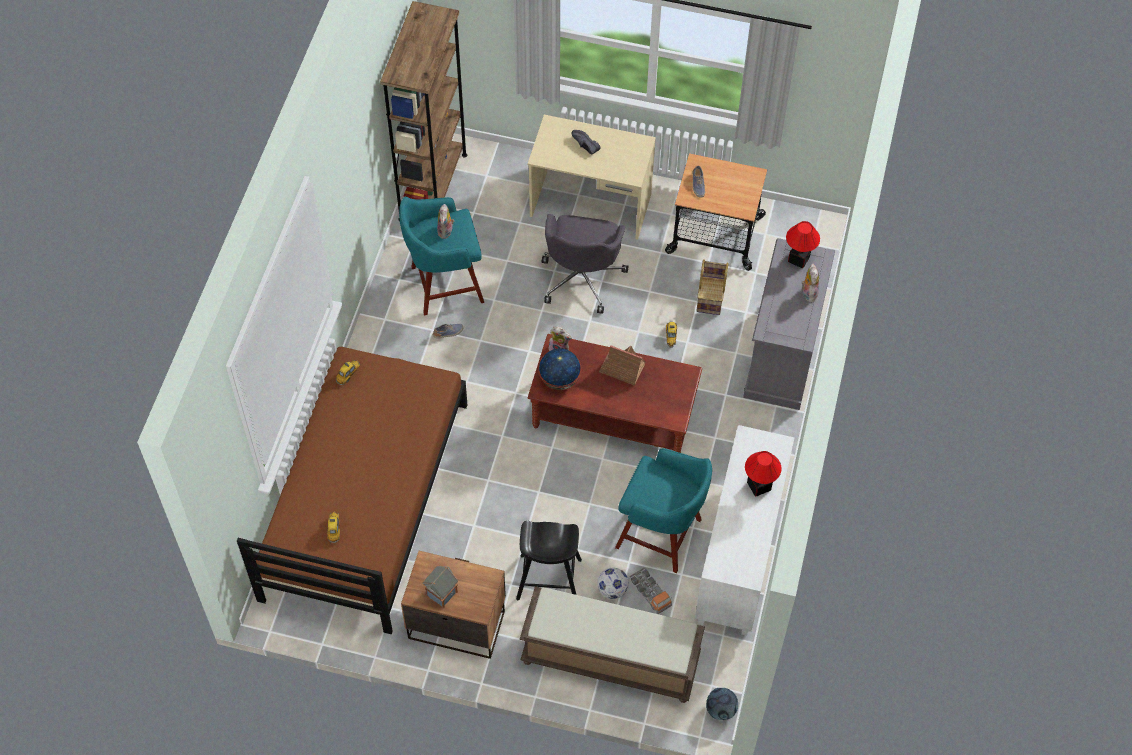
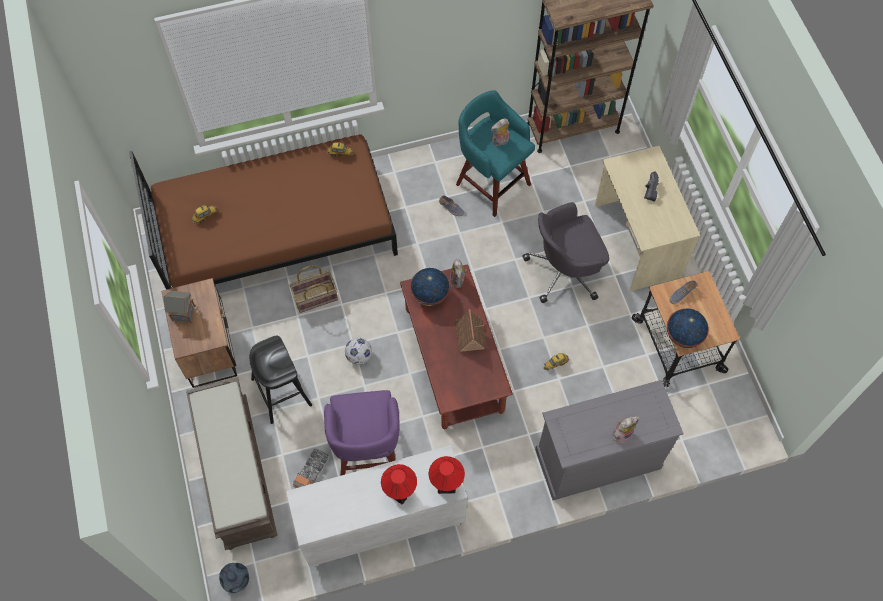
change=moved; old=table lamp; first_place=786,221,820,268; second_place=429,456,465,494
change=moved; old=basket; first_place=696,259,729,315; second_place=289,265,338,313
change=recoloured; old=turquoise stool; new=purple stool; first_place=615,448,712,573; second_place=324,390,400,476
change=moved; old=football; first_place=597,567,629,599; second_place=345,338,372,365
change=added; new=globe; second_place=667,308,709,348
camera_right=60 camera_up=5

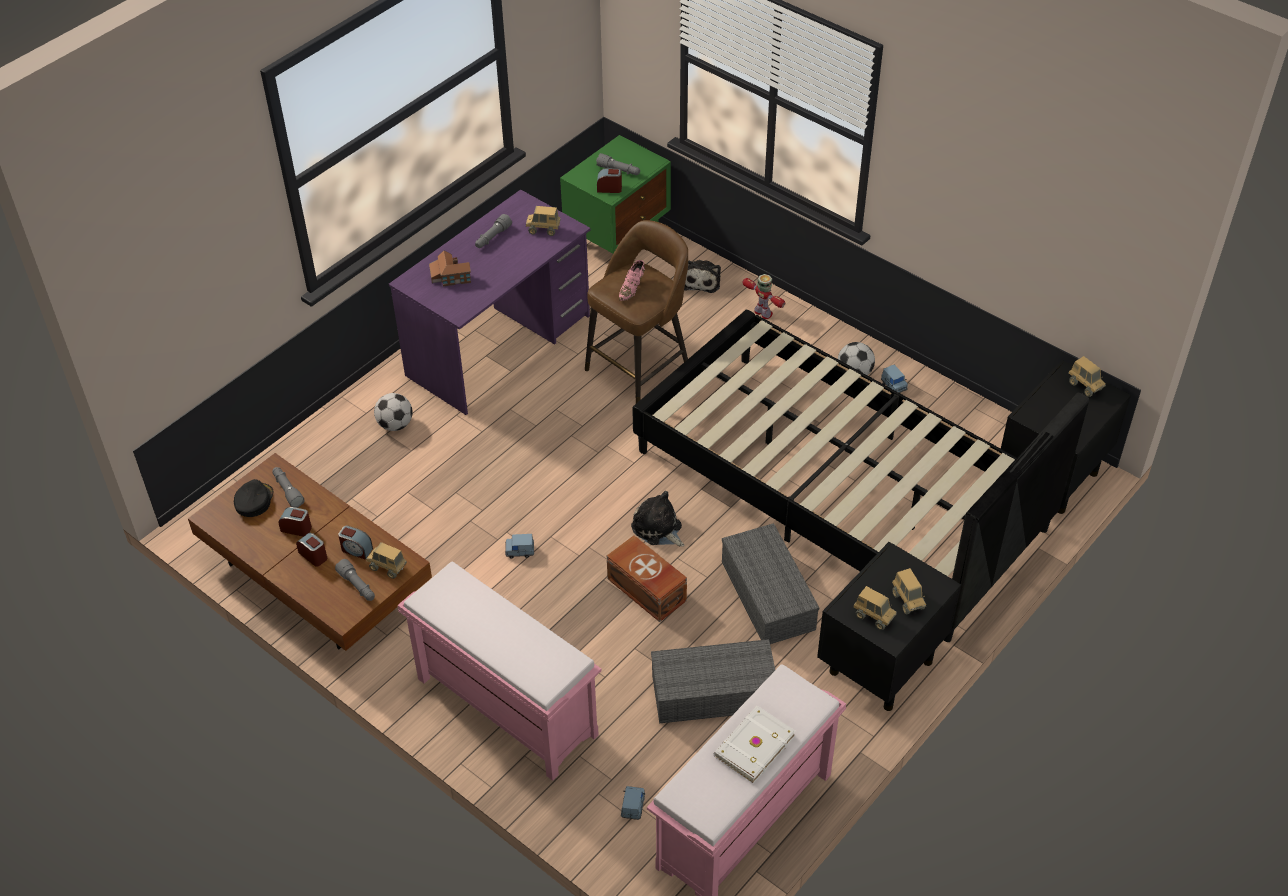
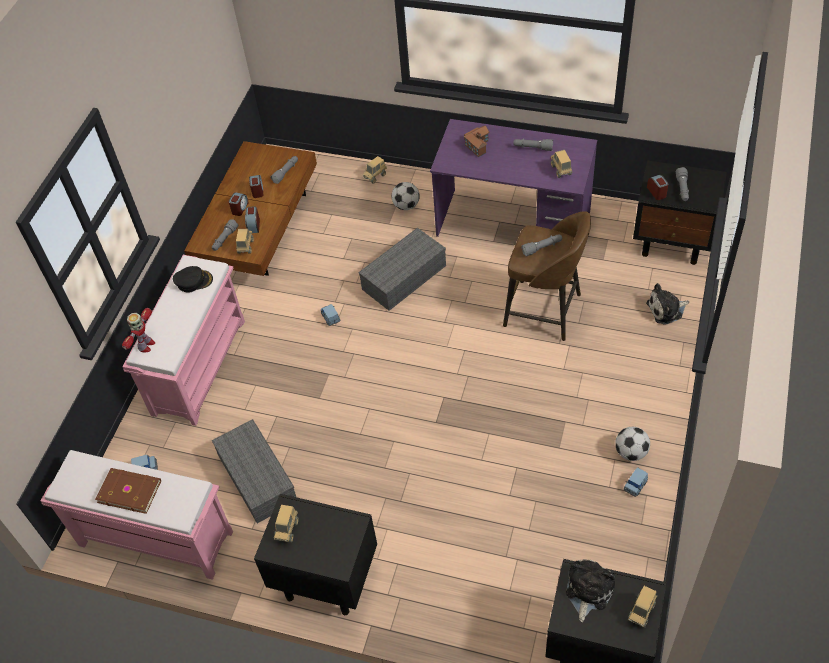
change=recoloured; old=green nightstand; new=black nightstand; first_place=560,135,671,254; second_place=633,160,727,265
change=replaced; old=pink shoe; new=grey flashlight; first_place=619,260,645,301; second_place=521,234,562,256
change=moved; old=toy robot; first_place=742,274,785,319; second_place=122,308,155,353
change=removed; old=black bed; first_place=632,310,1089,642
change=moved; old=black cap; first_place=234,479,273,517; second_place=173,266,213,293
change=moved; old=plush toy; first_place=631,491,684,547; second_place=566,559,615,622
change=moved; old=grey storage box; first_place=722,523,819,644; second_place=358,228,446,311
change=removed; old=brown storage box; first_place=607,535,687,622
change=moved; old=toy truck; first_place=892,568,926,614; second_place=363,156,387,184
change=recoloured; old=white book; new=brown book; first_place=714,706,796,784; second_place=95,468,161,514
camera_right=70 camera_up=5

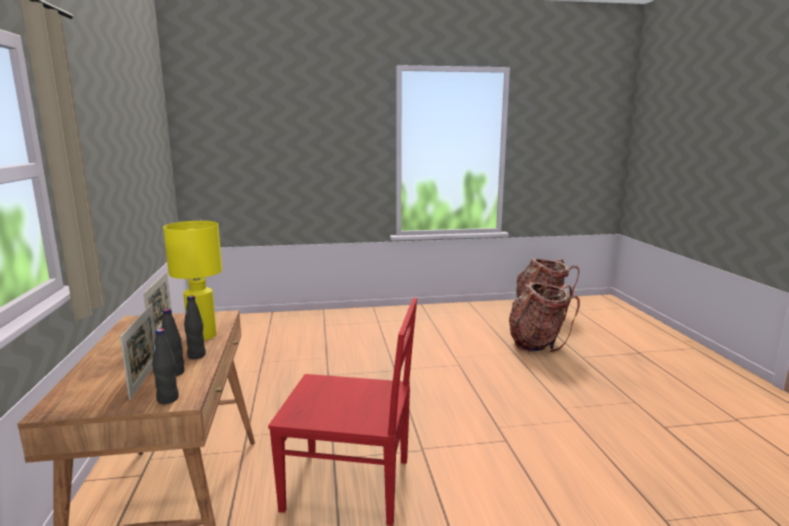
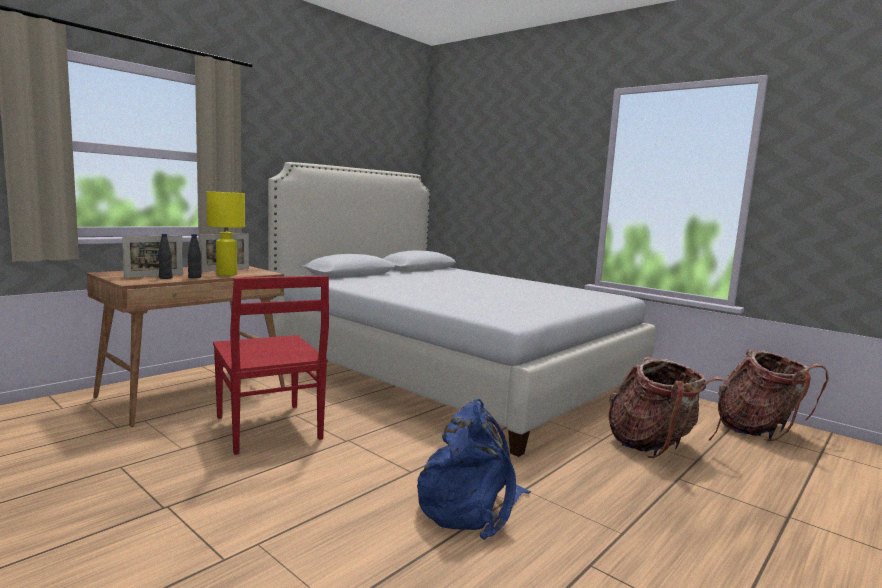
change=removed; old=black bottle; first_place=152,329,179,404
change=added; new=white bed; second_place=268,162,655,457
change=added; new=blue backpack; second_place=417,399,531,540
camera_right=50 camera_up=-5

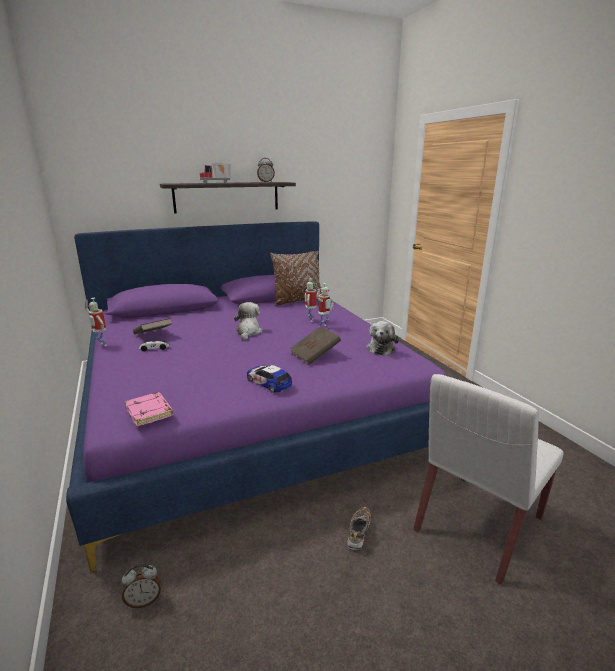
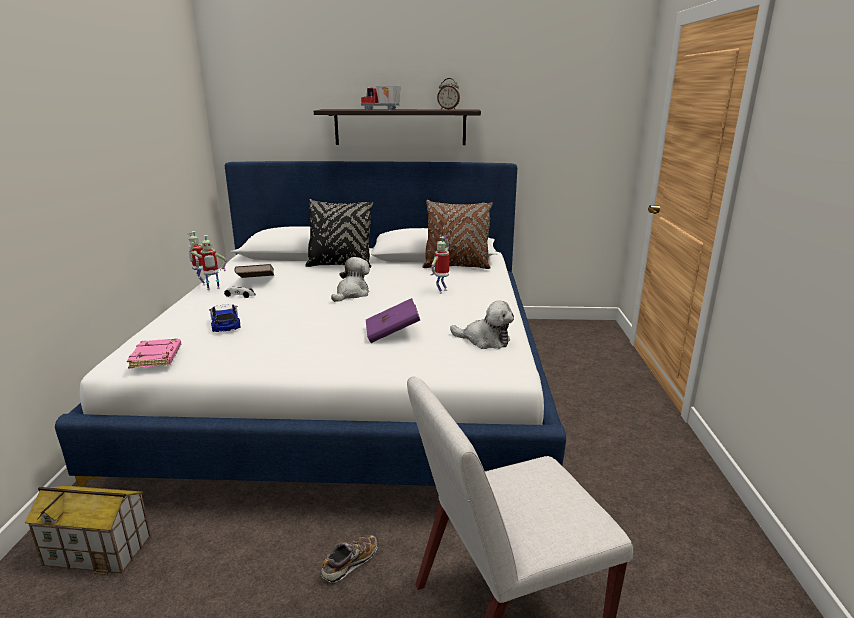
change=recoloured; old=purple bed; new=white bed; first_place=66,221,447,572; second_place=55,161,566,487
change=moved; old=toy robot; first_place=316,283,334,326; second_place=189,235,227,290
change=turned; old=plush toy; first_place=366,321,399,355; second_place=450,300,514,349; degrees=-105
change=recoloured; old=brown book; new=purple book; first_place=290,326,341,365; second_place=366,298,420,343
change=moved; old=toy car; first_place=247,365,292,393; second_place=209,304,241,332
change=replaced; old=alarm clock; new=toy house; first_place=122,563,161,608; second_place=25,485,151,575
change=added; new=black pillow; second_place=305,199,373,268
camera_right=25 camera_up=0

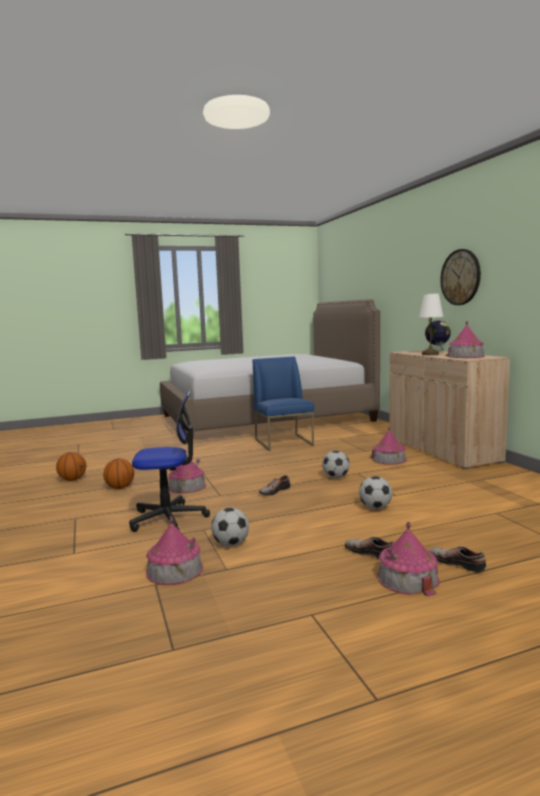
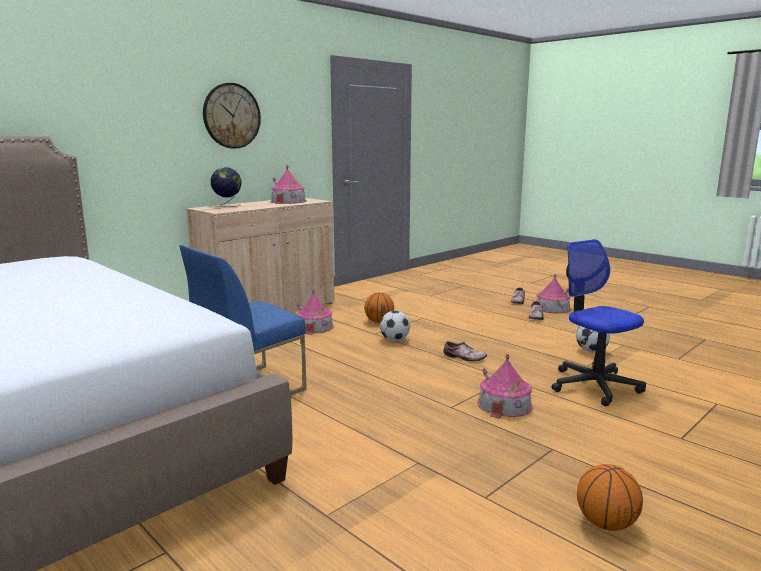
change=removed; old=white table lamp; first_place=419,294,444,355
change=moved; old=basketball; first_place=103,458,134,489; second_place=364,292,394,323
change=removed; old=football; first_place=359,476,392,509
change=removed; old=toy house; first_place=146,517,203,585
camera_right=-115 camera_up=5

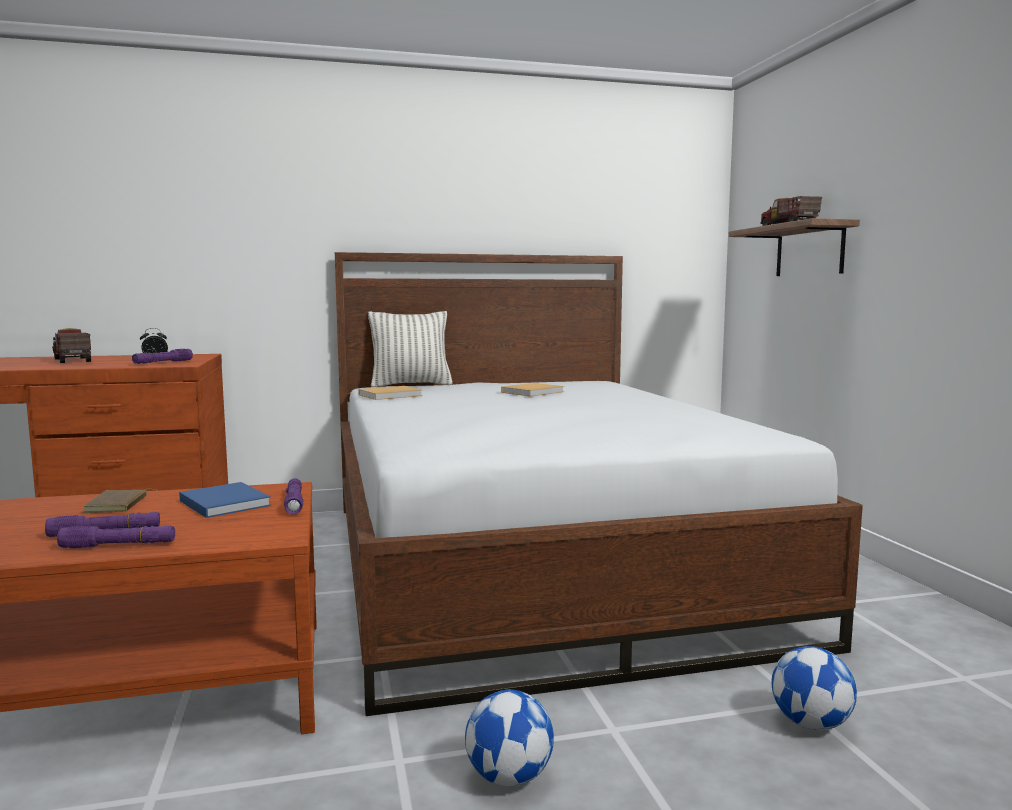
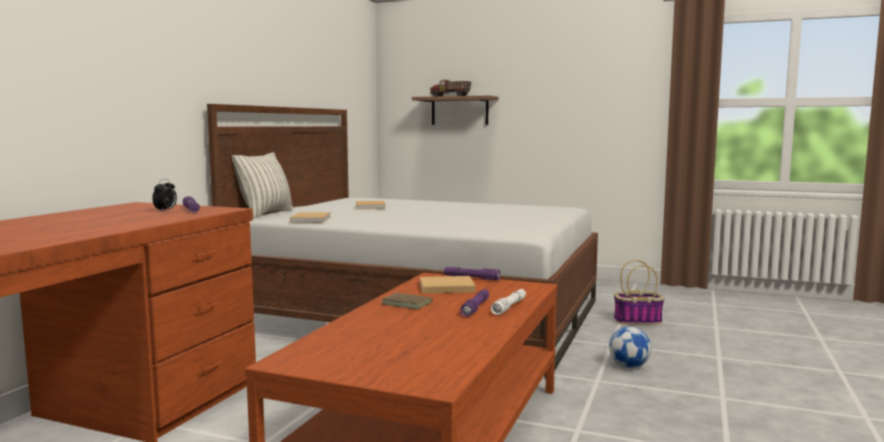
change=removed; old=toy truck; first_place=52,328,91,363
change=recoloured; old=blue book; new=beige book; first_place=179,482,271,518; second_place=420,276,476,294
change=recoloured; old=purple flashlight; new=white flashlight; first_place=57,525,175,548; second_place=491,289,526,315
change=replaced; old=football; new=basket; first_place=772,646,857,730; second_place=614,260,664,325
camera_right=-55 camera_up=0

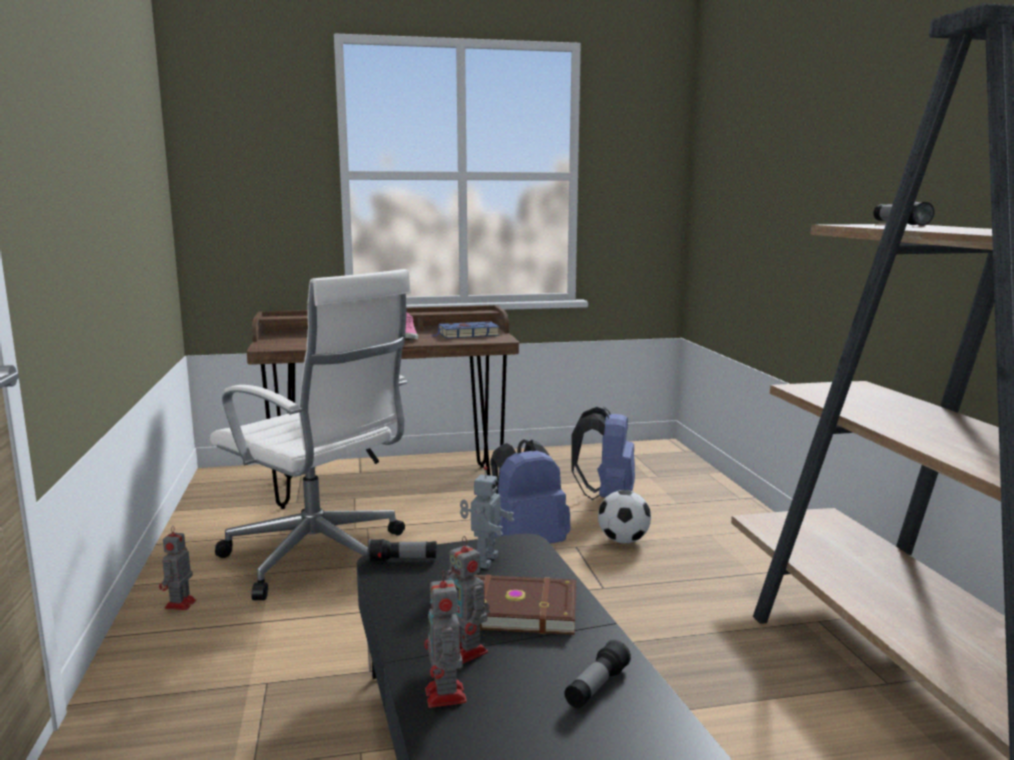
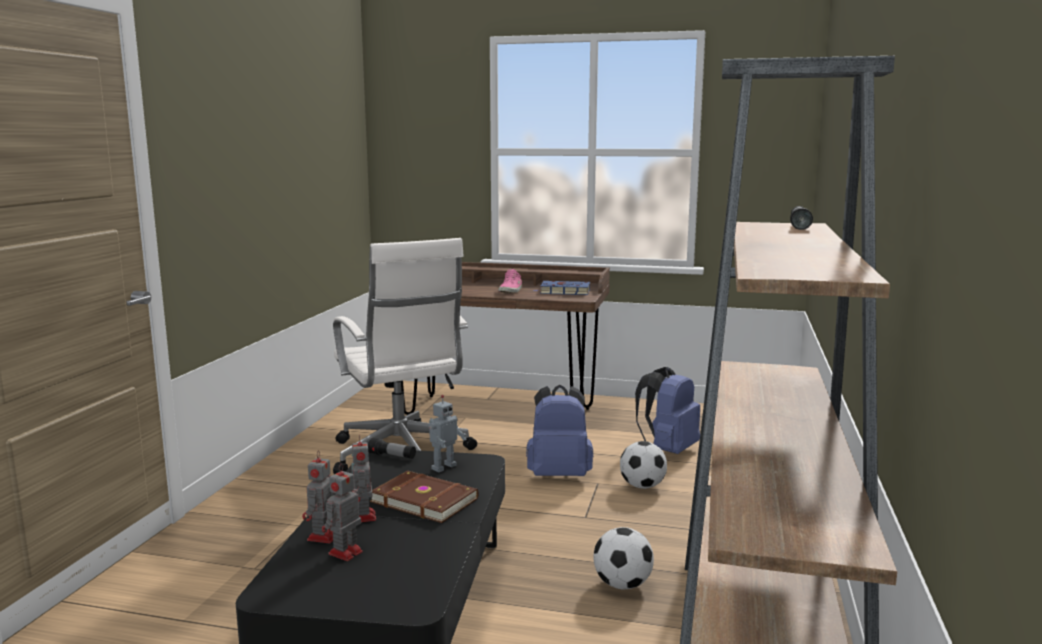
change=moved; old=toy robot; first_place=159,526,196,610; second_place=322,464,363,561
change=removed; old=flashlight; first_place=564,640,631,708
change=added; new=football; second_place=594,527,654,589
camera_right=25 camera_up=0

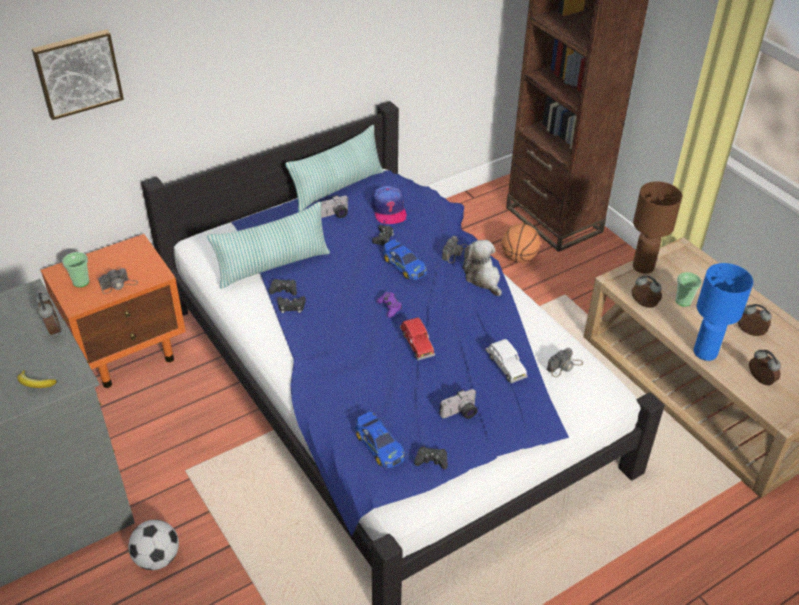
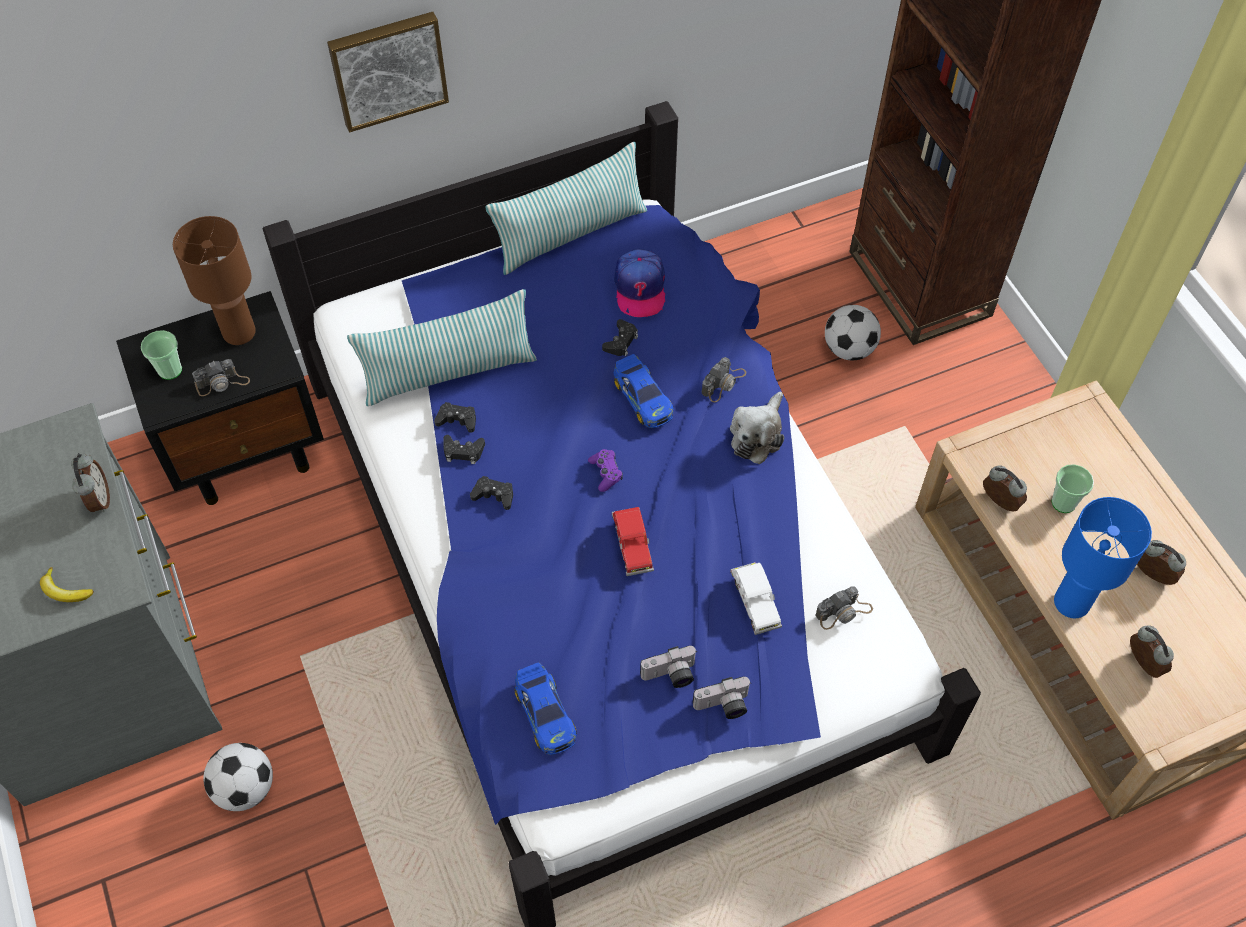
change=moved; old=picture; first_place=32,29,124,120; second_place=327,12,449,133
change=moved; old=brown table lamp; first_place=633,181,682,274; second_place=173,216,256,345
change=moved; old=photo camera; first_place=321,195,348,218; second_place=693,676,751,719
change=replaced; old=basketball; new=football; first_place=501,224,541,262; second_place=825,305,881,360
change=recoloured; old=orange nightstand; new=black nightstand; first_place=41,234,186,388; second_place=116,291,324,505
change=turned; old=plush toy; first_place=463,240,502,296; second_place=730,392,784,464; degrees=-135
change=moved; old=black game controller; first_place=414,446,448,470; second_place=470,476,513,510
camera_right=10 camera_up=15

